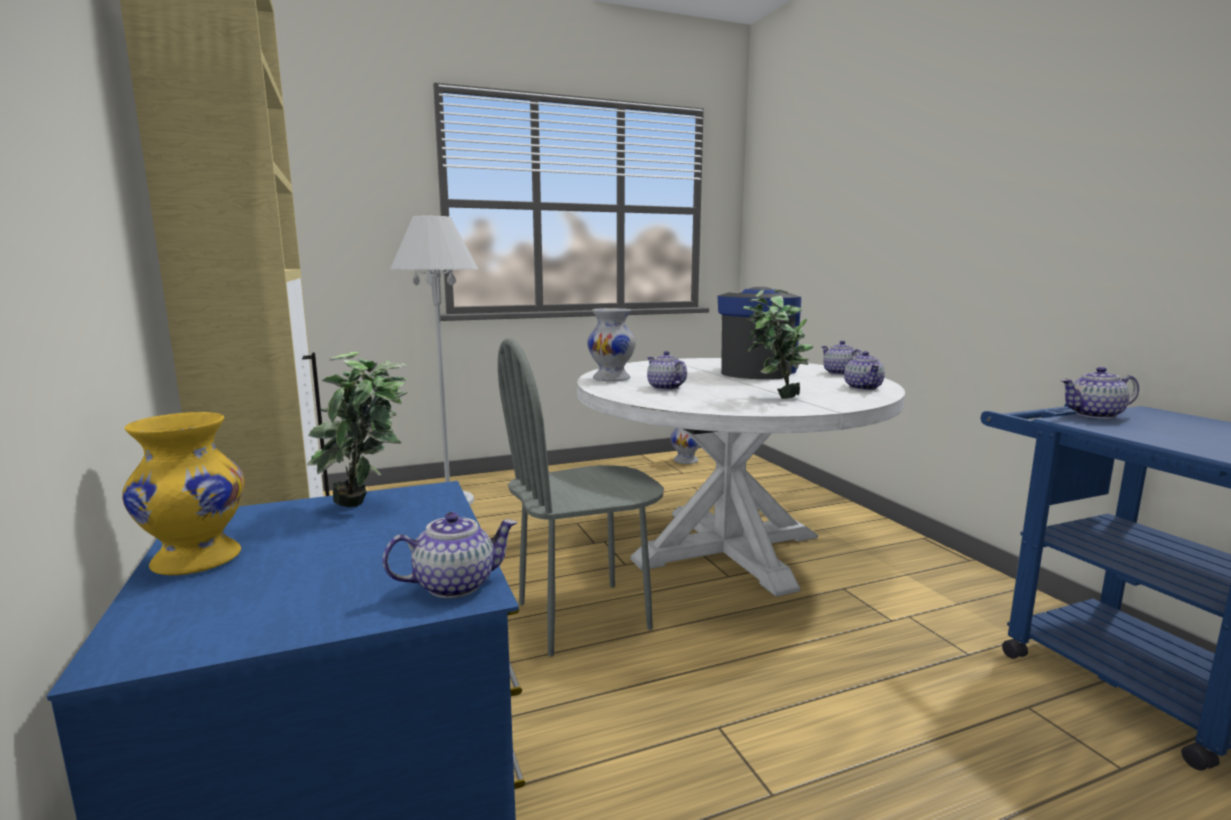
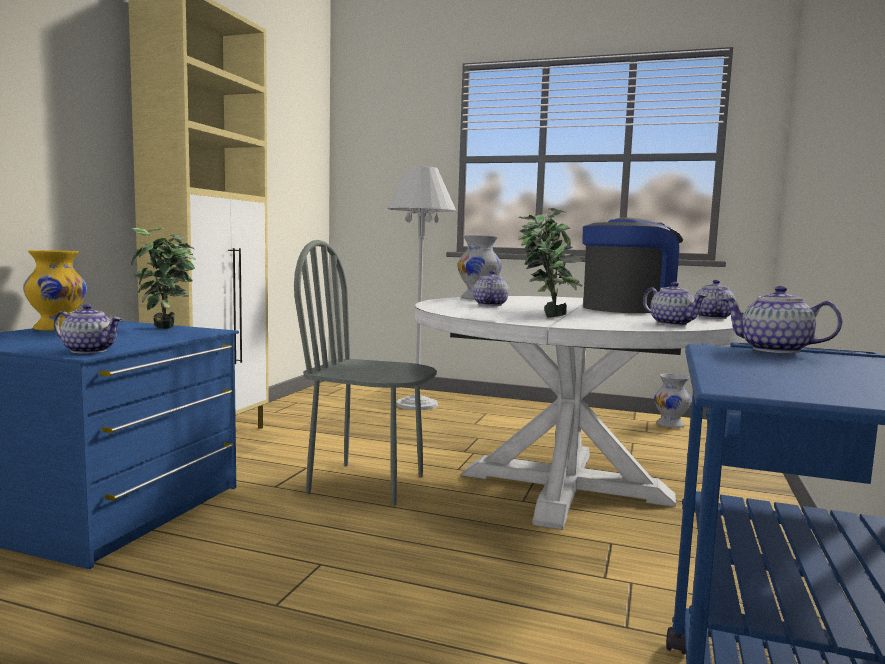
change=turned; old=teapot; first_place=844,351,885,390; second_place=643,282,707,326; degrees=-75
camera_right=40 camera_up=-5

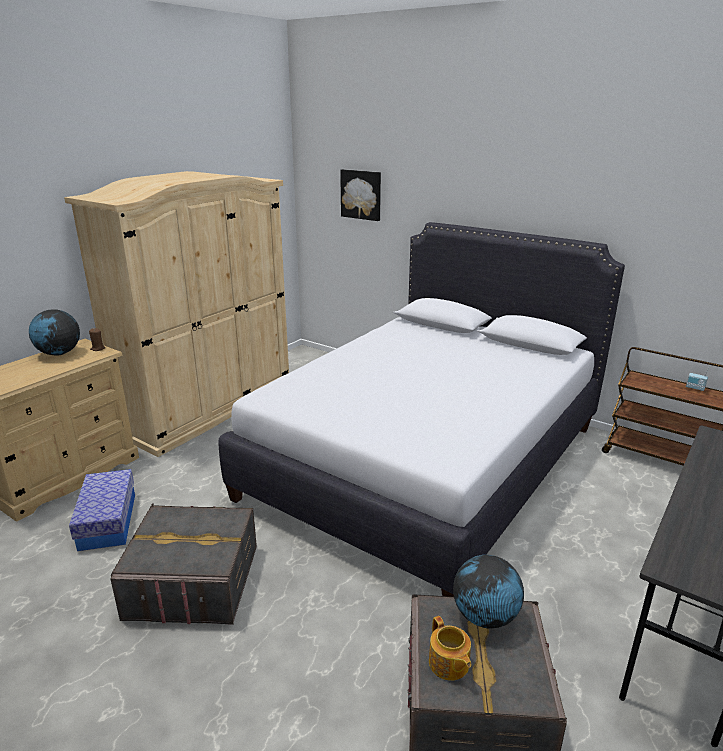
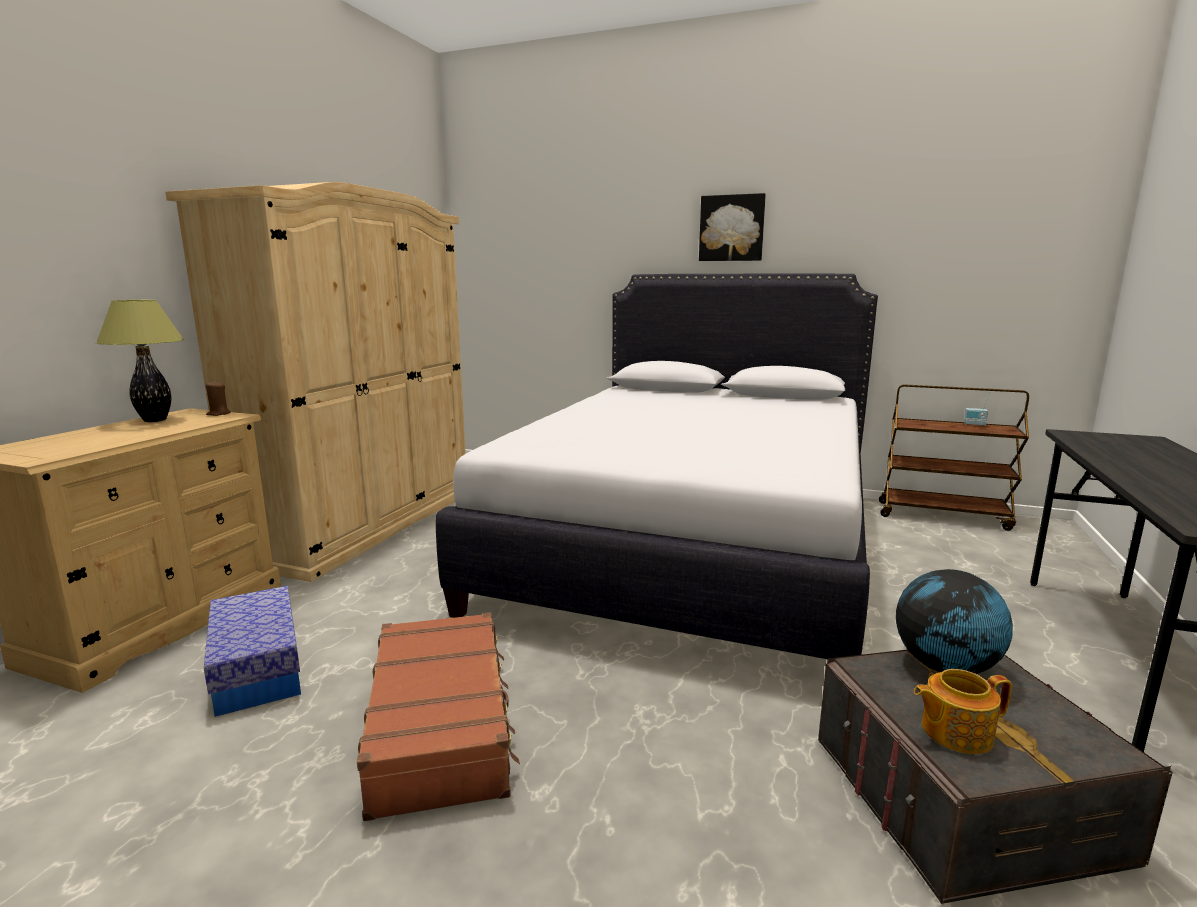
change=moved; old=picture; first_place=340,169,381,221; second_place=699,193,766,261
change=replaced; old=globe; new=table lamp; first_place=29,309,80,356; second_place=96,300,184,422
change=replaced; old=grey storage box; new=brown suitcase; first_place=110,503,257,625; second_place=357,613,520,821
change=turned; old=teapot; first_place=429,616,471,681; second_place=914,669,1012,754; degrees=120
camera_right=-15 camera_up=-10

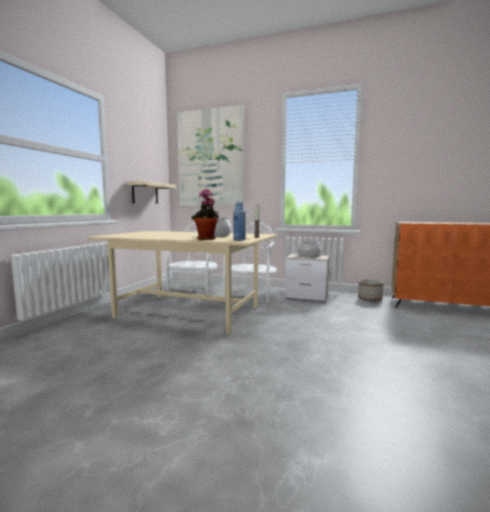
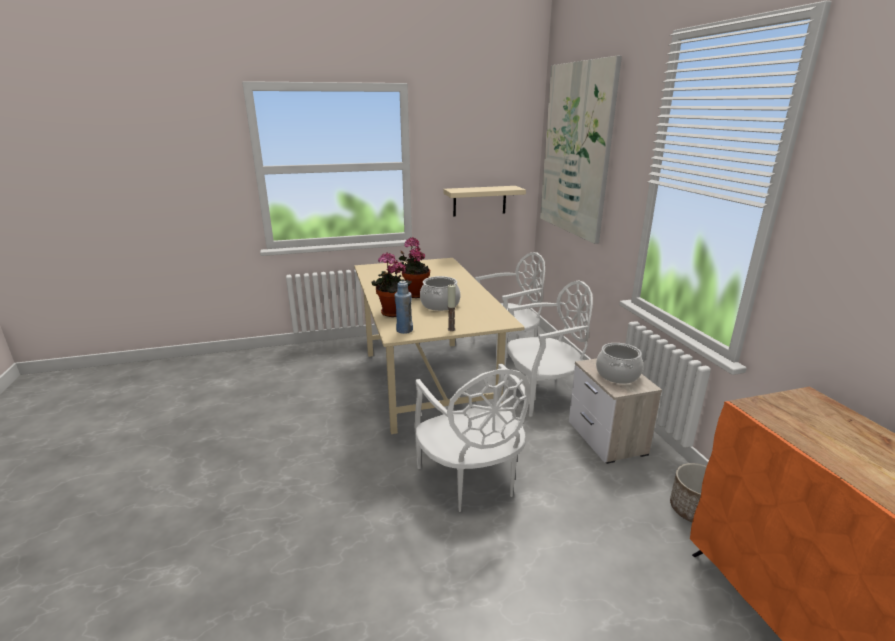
change=added; new=potted plant; second_place=399,237,430,298
change=added; new=white chair; second_place=414,364,530,512
camera_right=55 camera_up=15

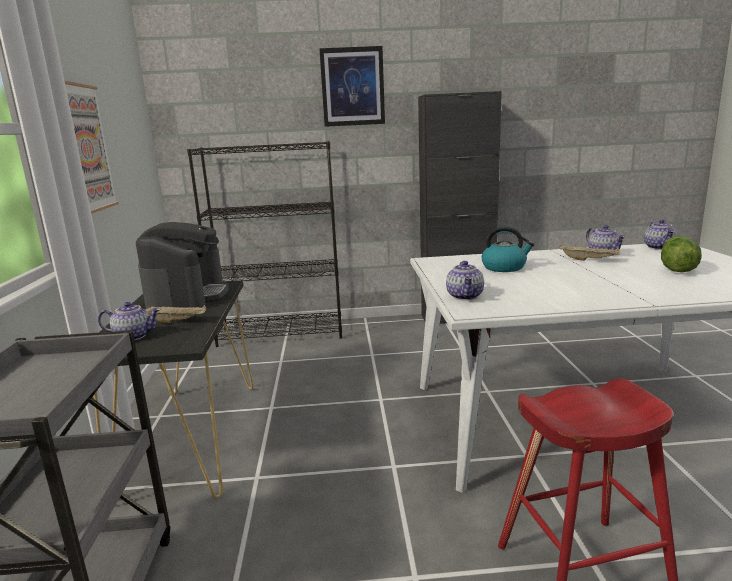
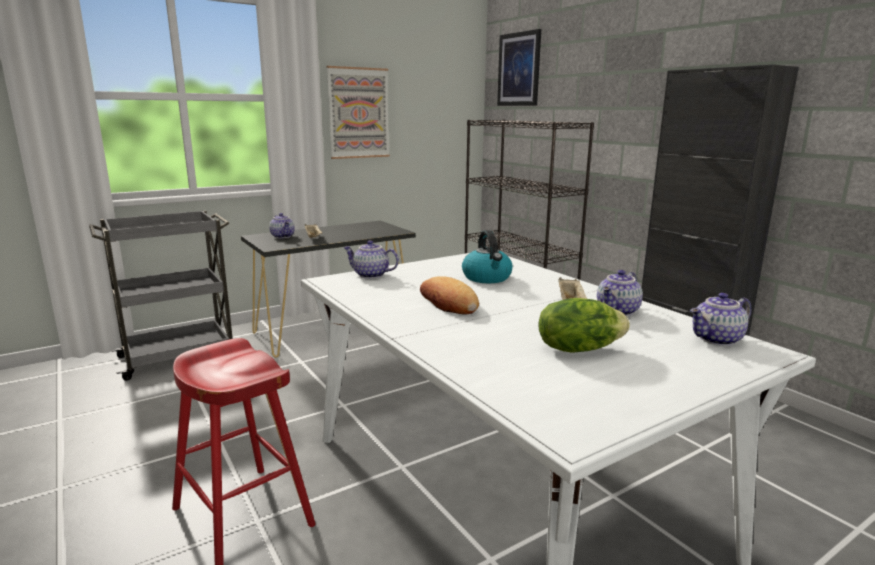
change=moved; old=picture; first_place=319,46,385,127; second_place=497,29,541,106
change=removed; old=coffee machine; first_place=136,222,229,309
change=turned; old=teapot; first_place=446,261,484,300; second_place=343,240,399,279; degrees=45
change=added; new=bread; second_place=420,276,479,315
camera_right=60 camera_up=0

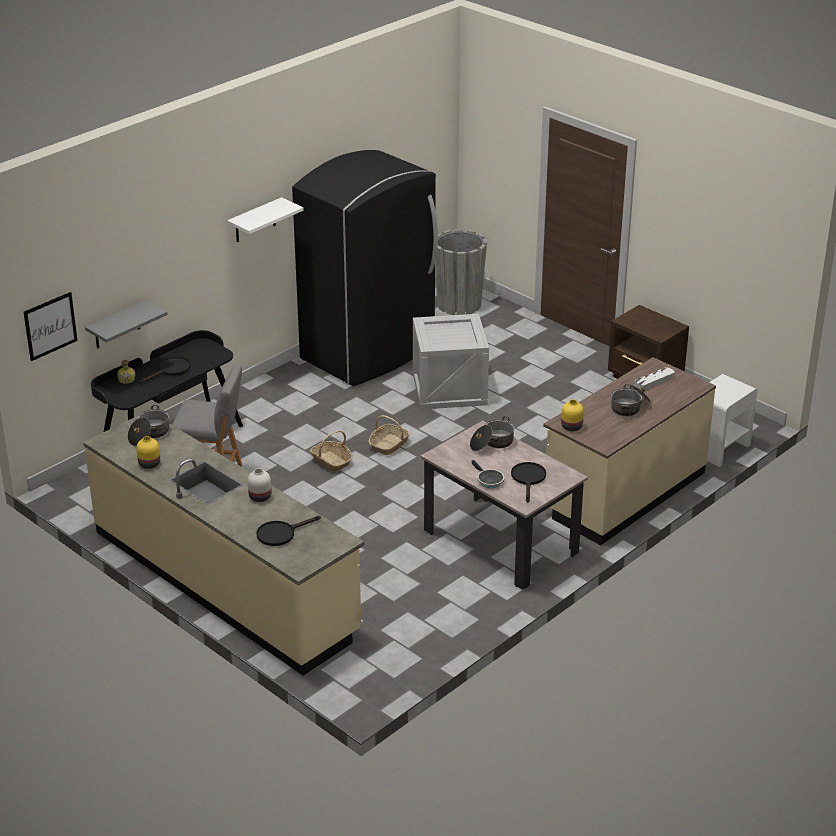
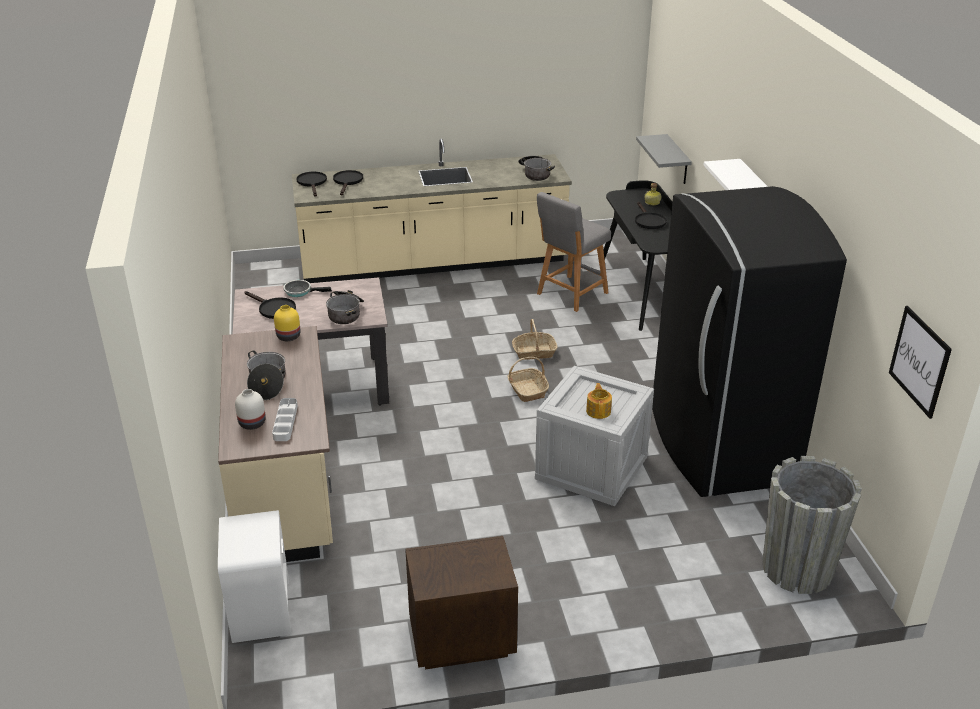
change=moved; old=picture; first_place=23,292,78,361; second_place=889,306,952,419
change=removed; old=yellow vase; first_place=137,436,160,469
change=moved; old=white vase; first_place=248,468,271,502; second_place=235,389,266,430
change=added; new=black frying pan; second_place=296,172,327,197
change=added; new=teapot; second_place=586,383,612,419
camera_right=125 camera_up=0

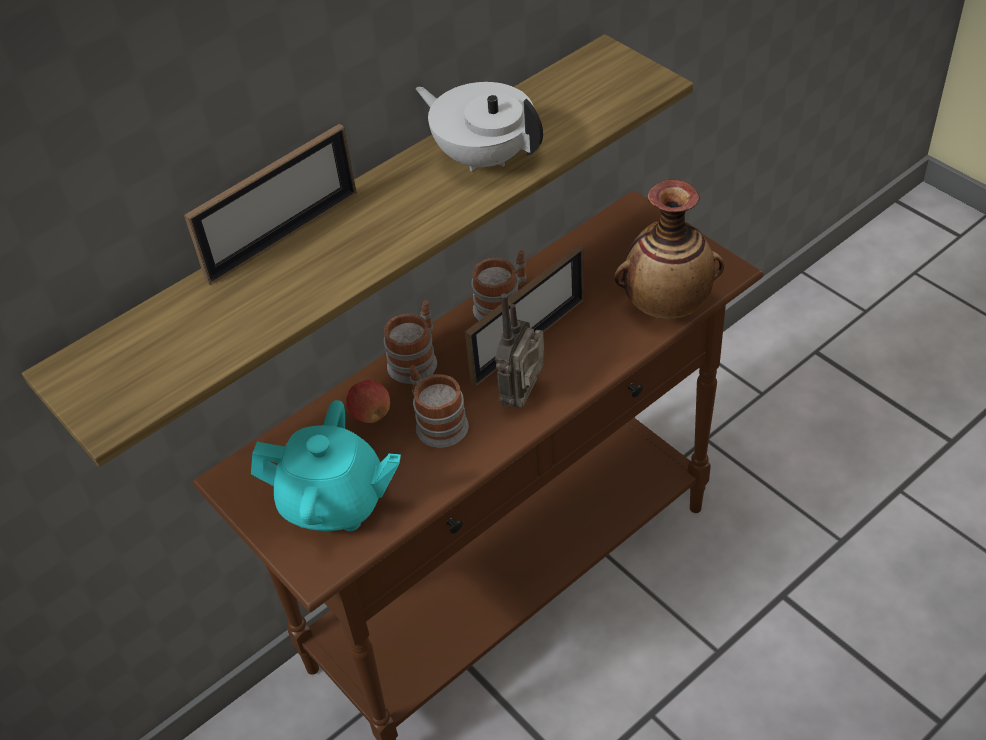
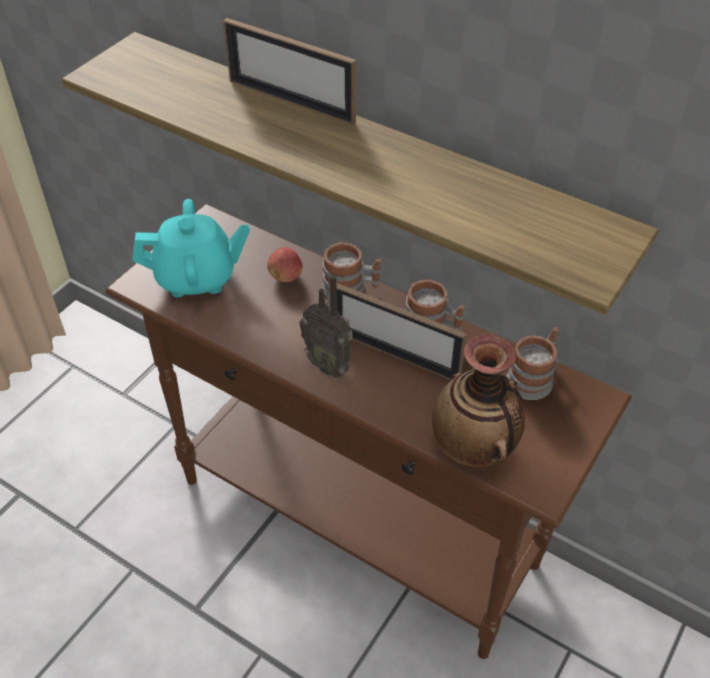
change=removed; old=white teapot; first_place=416,82,543,171
change=turned; old=radio; first_place=495,293,544,408; second_place=299,275,352,377; degrees=-150
change=moved; old=mug; first_place=410,365,469,447; second_place=506,327,558,400
change=turned; old=turquoise teapot; first_place=251,400,401,531; second_place=132,199,250,297; degrees=-90
camera_right=70 camera_up=0

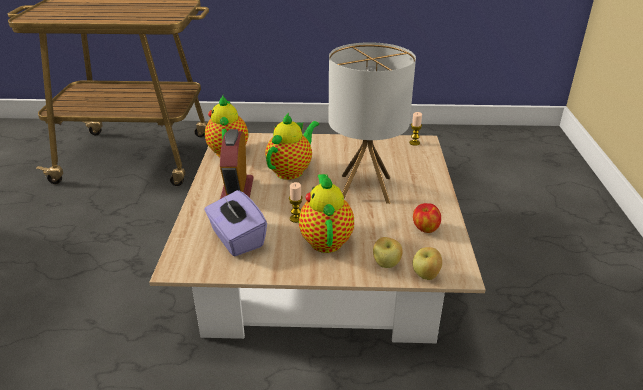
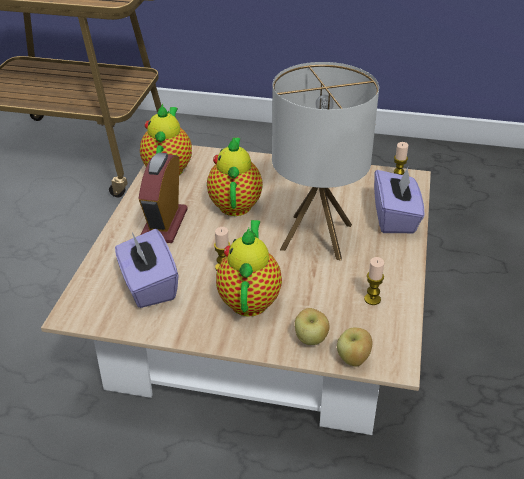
change=turned; old=teapot; first_place=265,113,319,180; second_place=207,137,263,216; degrees=-45
change=replaced; old=apple; new=candle; first_place=413,203,441,233; second_place=364,257,384,305
change=added; new=purple tissue box; second_place=374,167,424,233
camera_right=10 camera_up=5

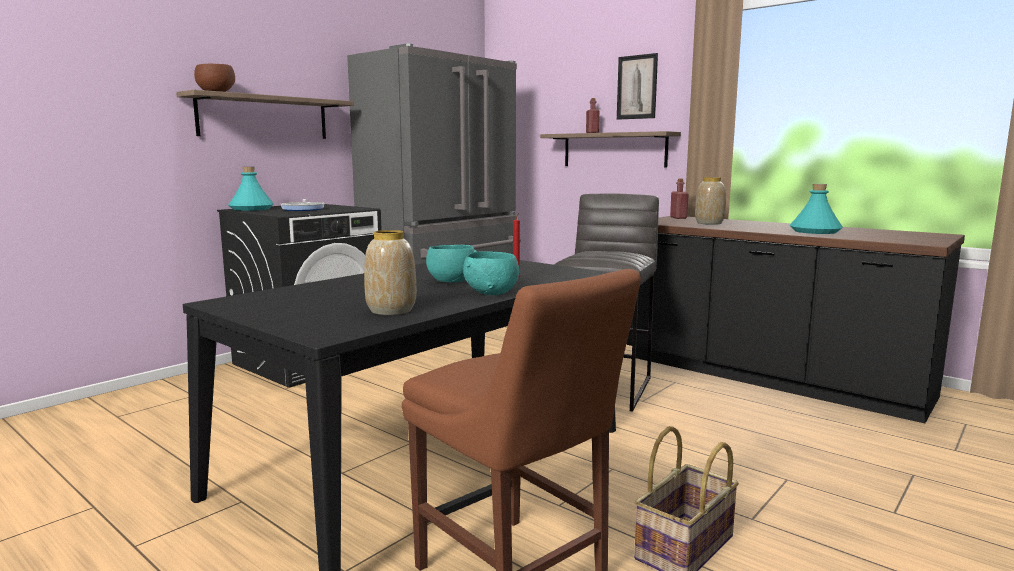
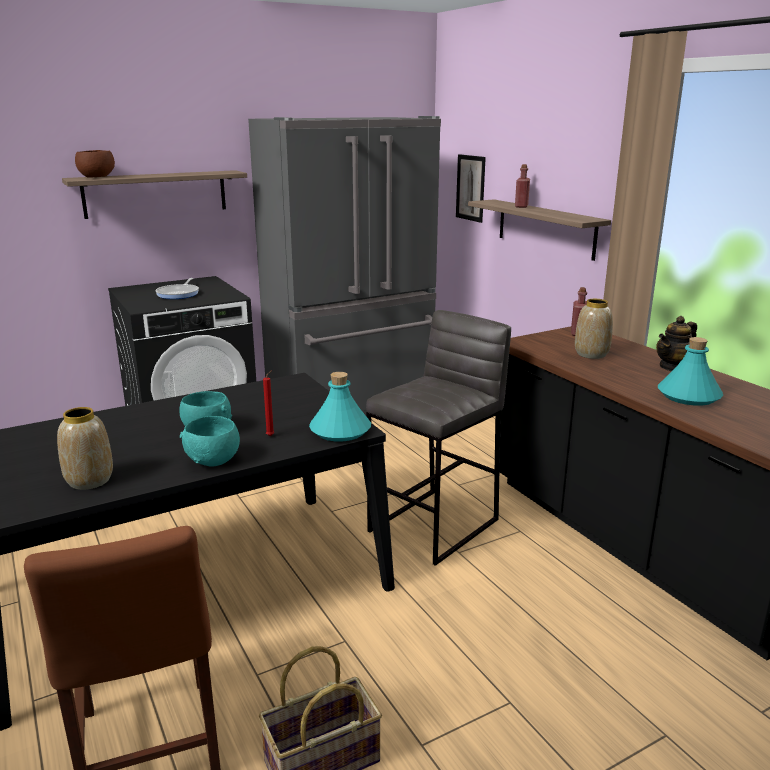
change=moved; old=picture; first_place=617,53,658,120; second_place=456,154,486,223
change=moved; old=turquoise bottle; first_place=229,167,274,211; second_place=309,372,371,441
change=added; new=teapot; second_place=656,316,697,371
camera_right=20 camera_up=10

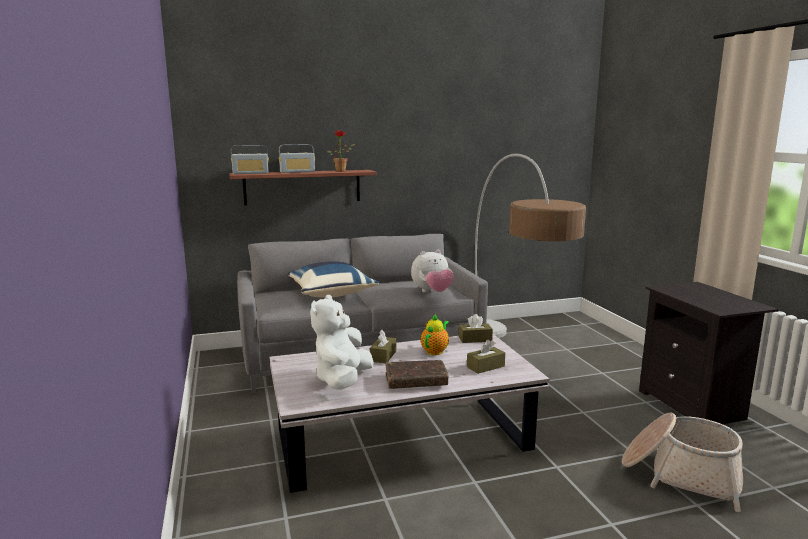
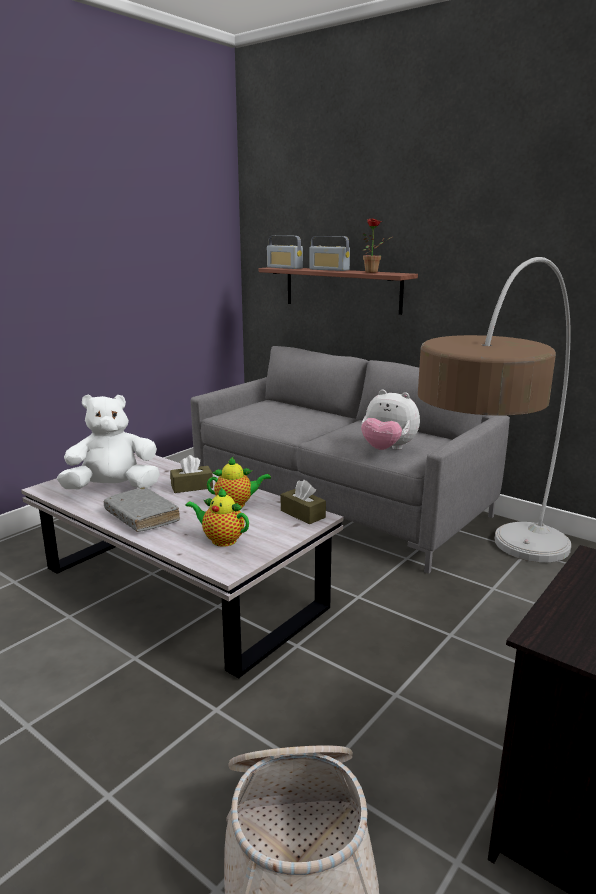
change=removed; old=blue pillow; first_place=288,261,379,298
change=replaced; old=brown tissue box; new=teapot; first_place=467,340,505,374; second_place=185,487,249,547
change=recoloured; old=brown book; new=grey book; first_place=385,360,449,389; second_place=104,487,180,532
camera_right=55 camera_up=5

